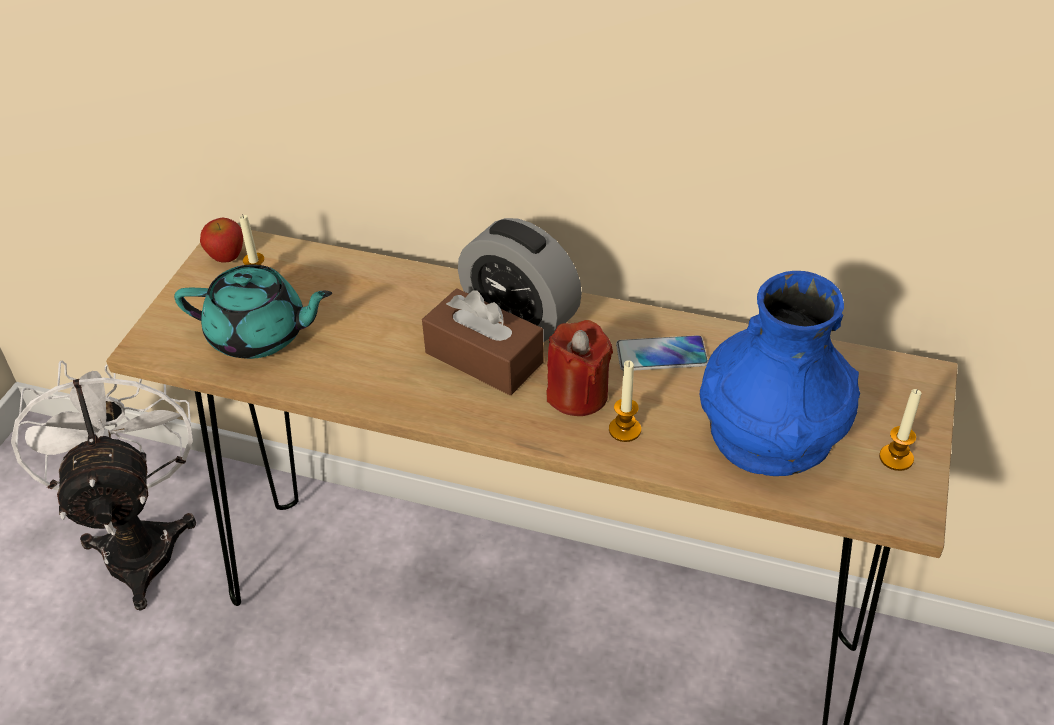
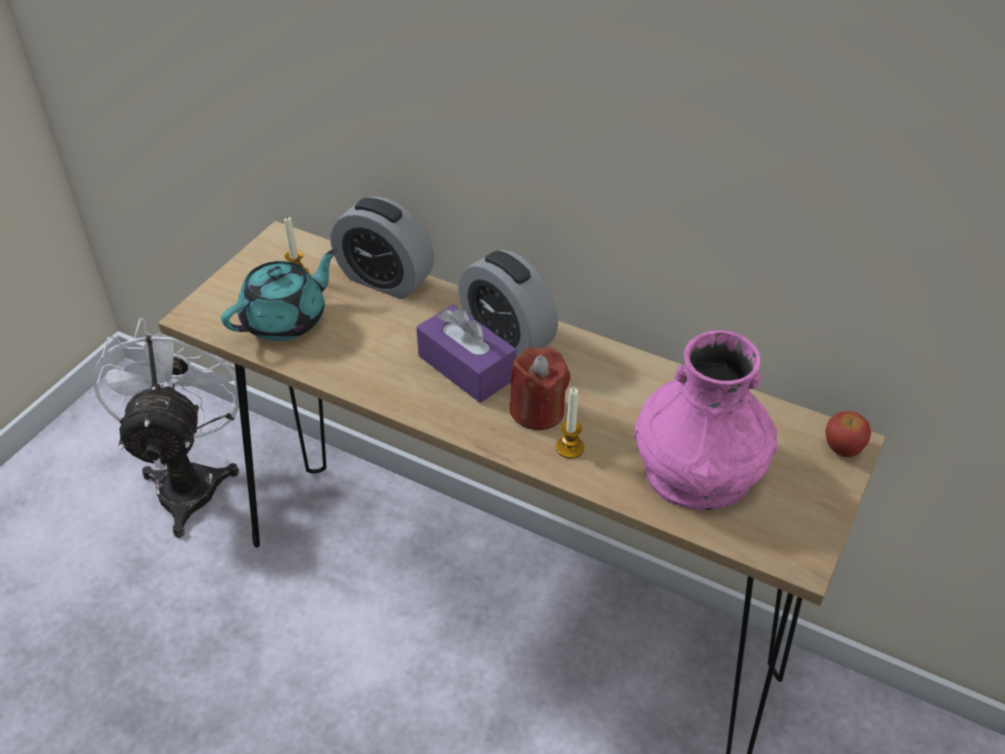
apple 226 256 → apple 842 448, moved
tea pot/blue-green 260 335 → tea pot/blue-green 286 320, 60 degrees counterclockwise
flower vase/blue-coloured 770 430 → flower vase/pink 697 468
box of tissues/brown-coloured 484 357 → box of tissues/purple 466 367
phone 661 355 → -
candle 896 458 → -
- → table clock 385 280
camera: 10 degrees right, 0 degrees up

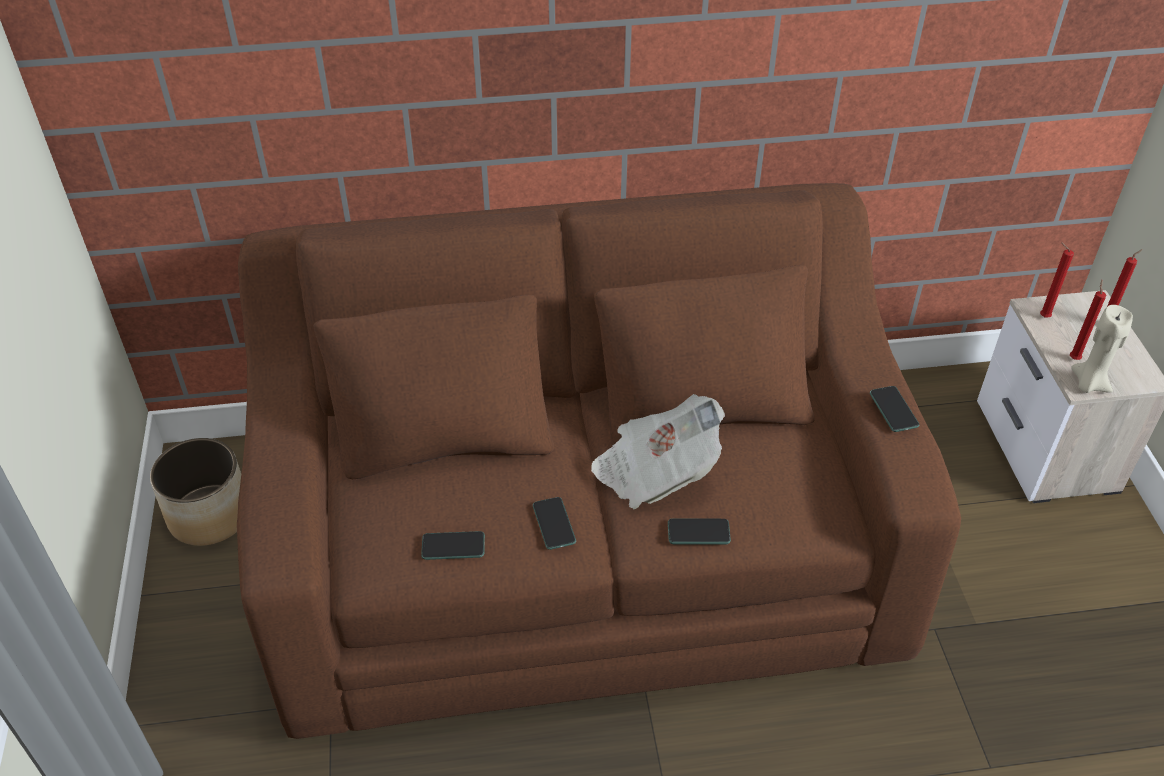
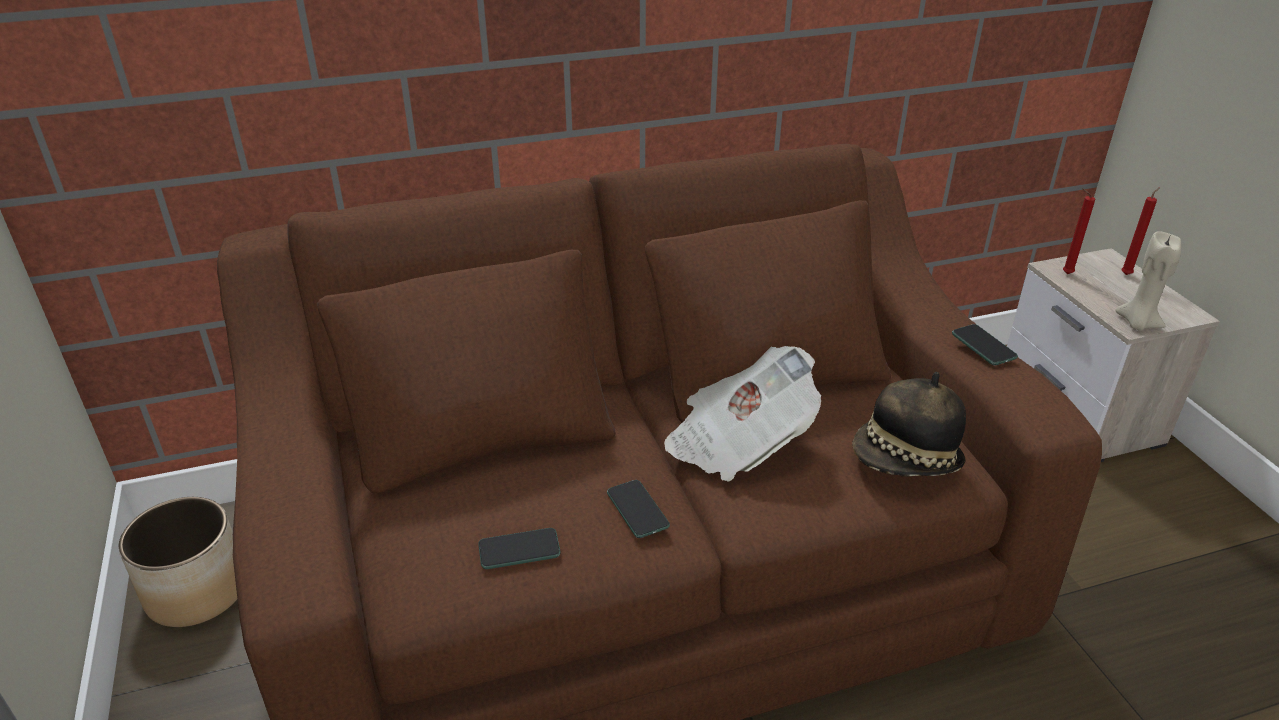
candle/red-coloured 1074 358 → -
phone 698 532 → -
- → clothing hat 906 461
camera: 10 degrees left, 10 degrees down

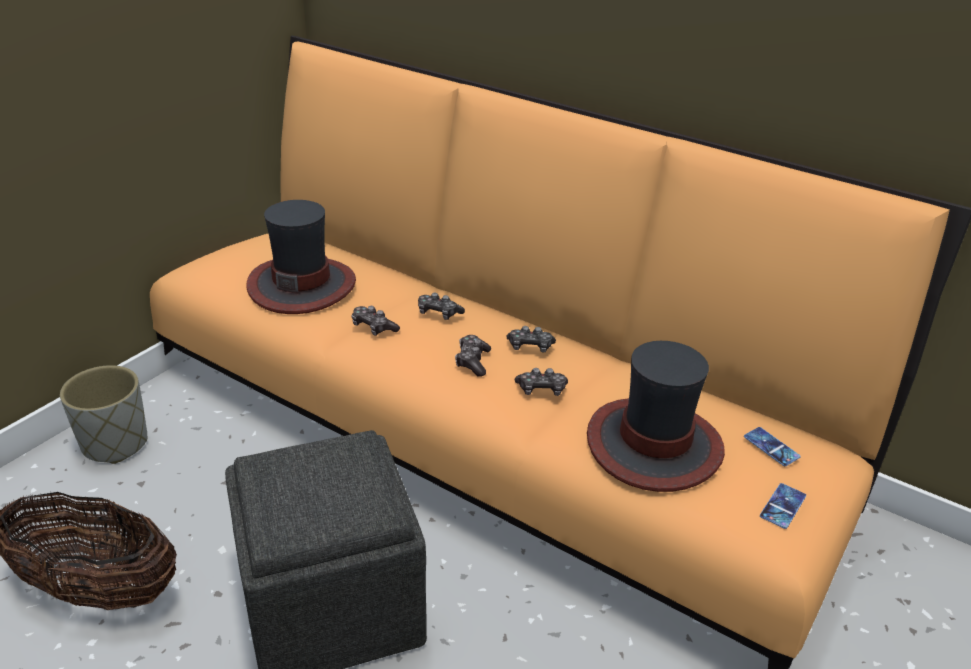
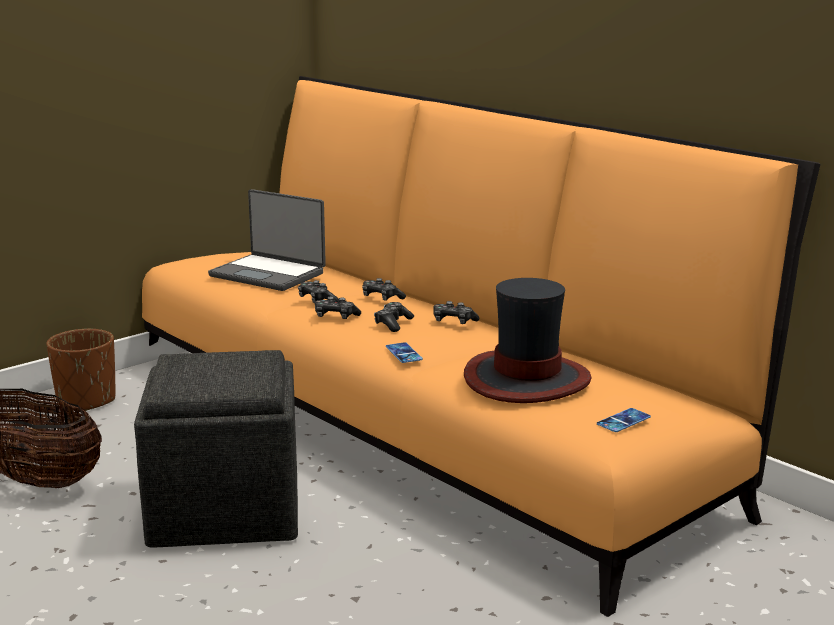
clothing hat 302 285 → portable computer 269 274
planter/gray 116 443 → planter/brown-coloured 87 400
joypad 541 389 → joypad 335 317, moved
phone 771 447 → phone 403 353, moved
camera: 15 degrees right, 15 degrees down

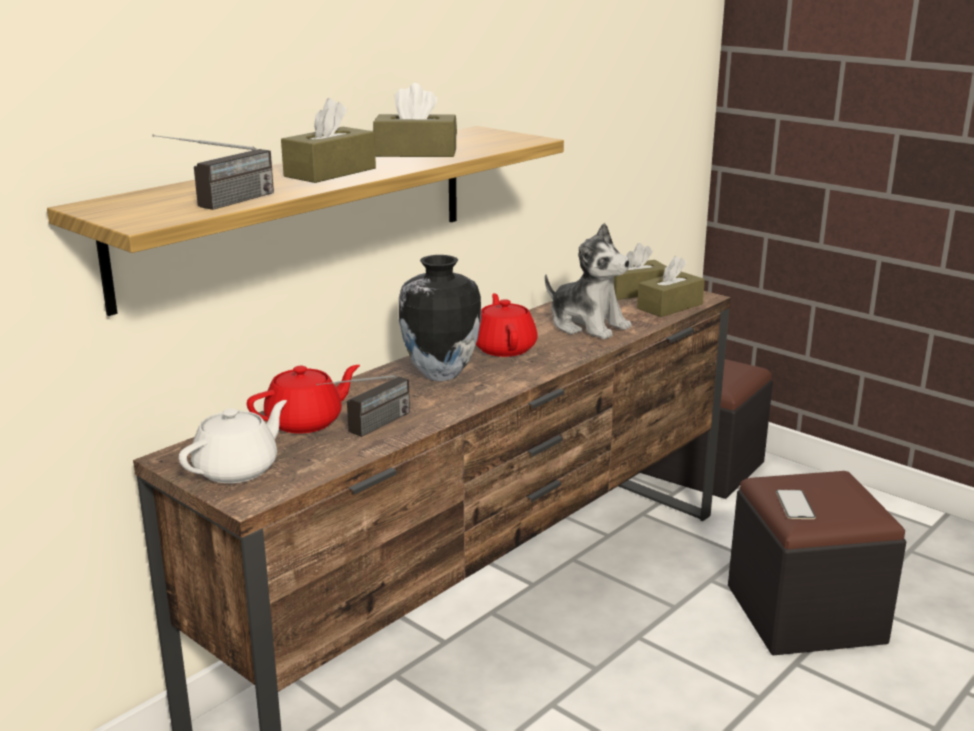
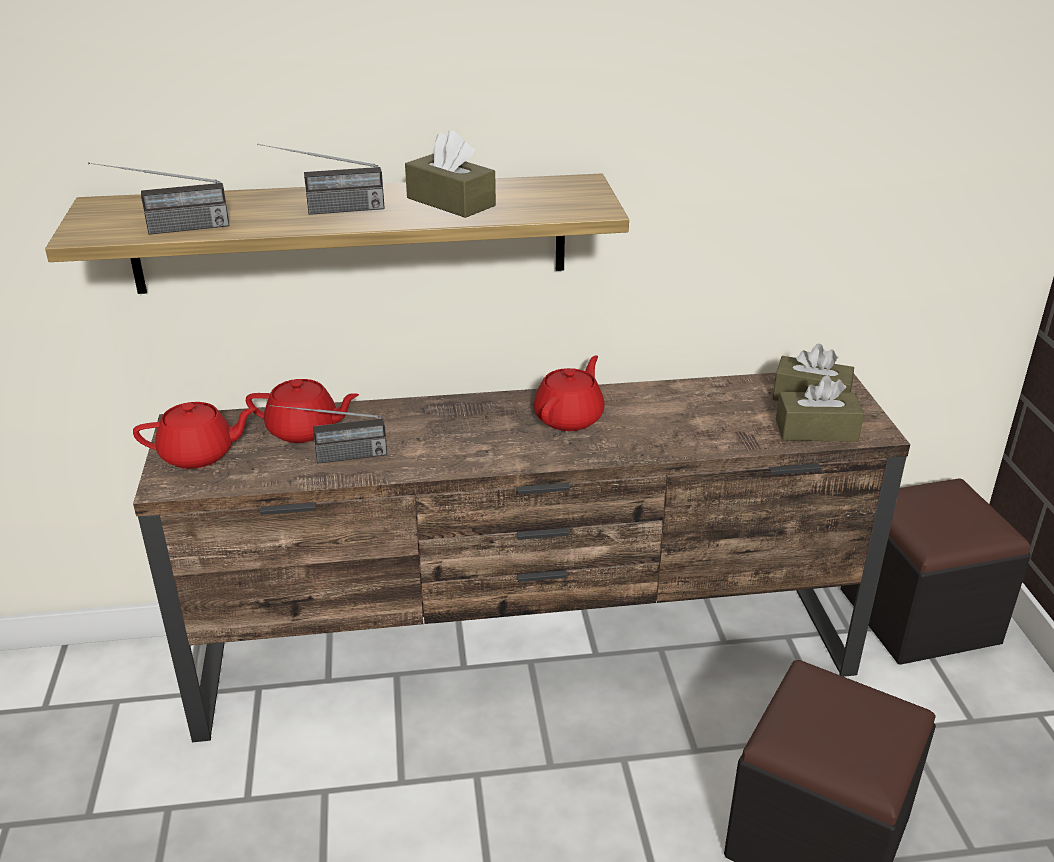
box of tissues/brown-coloured 330 172 → radio receiver 325 211
soft toy 588 325 → -
flower vase 439 374 → -
tea pot/white 238 469 → tea pot/red-coloured 199 454
phone 795 505 → -
camera: 40 degrees right, 10 degrees up

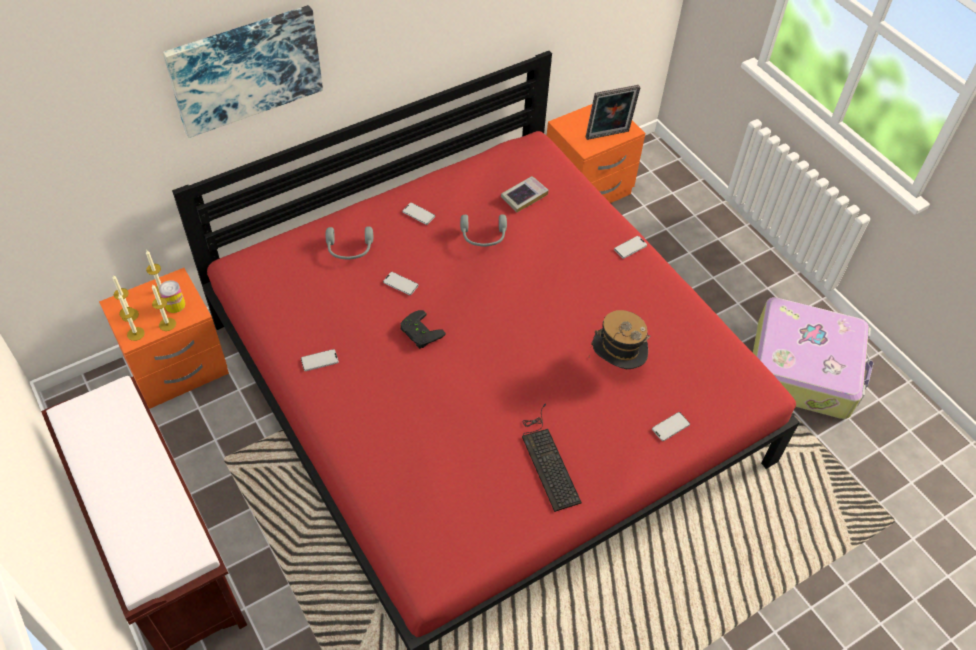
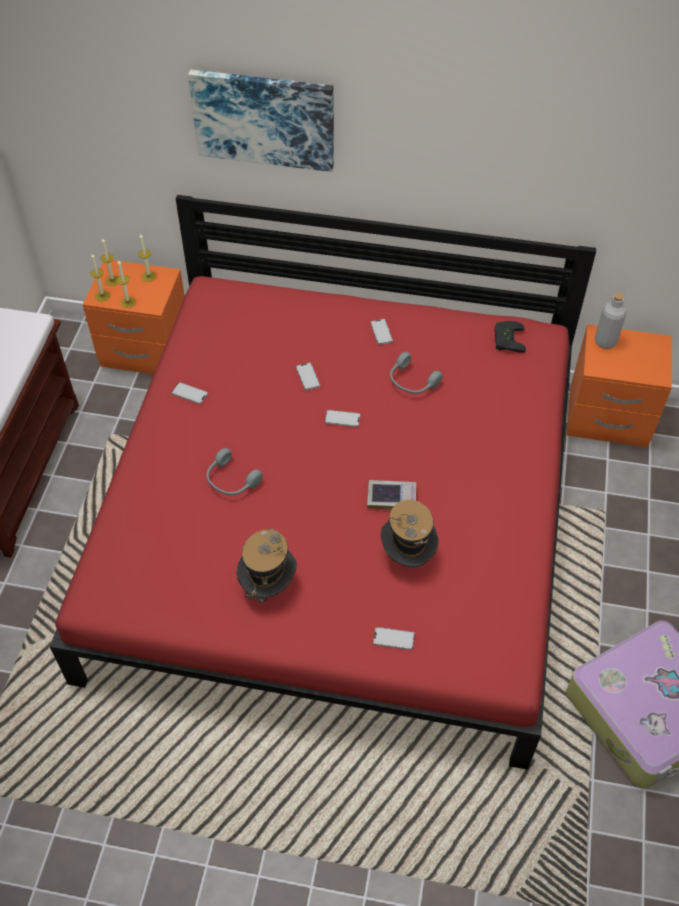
picture frame 608 136 → -
volume 524 196 → volume 391 497, moved
headphones/gray 349 249 → headphones/gray 231 481, moved
phone 630 247 → phone 342 419, moved
sealed can 175 305 → -
joypad/black 419 333 → joypad/black 506 339, moved
keyboard 548 459 → clothing hat 268 586
- → beverage bottle/gray 605 341
camera: 45 degrees right, 0 degrees up

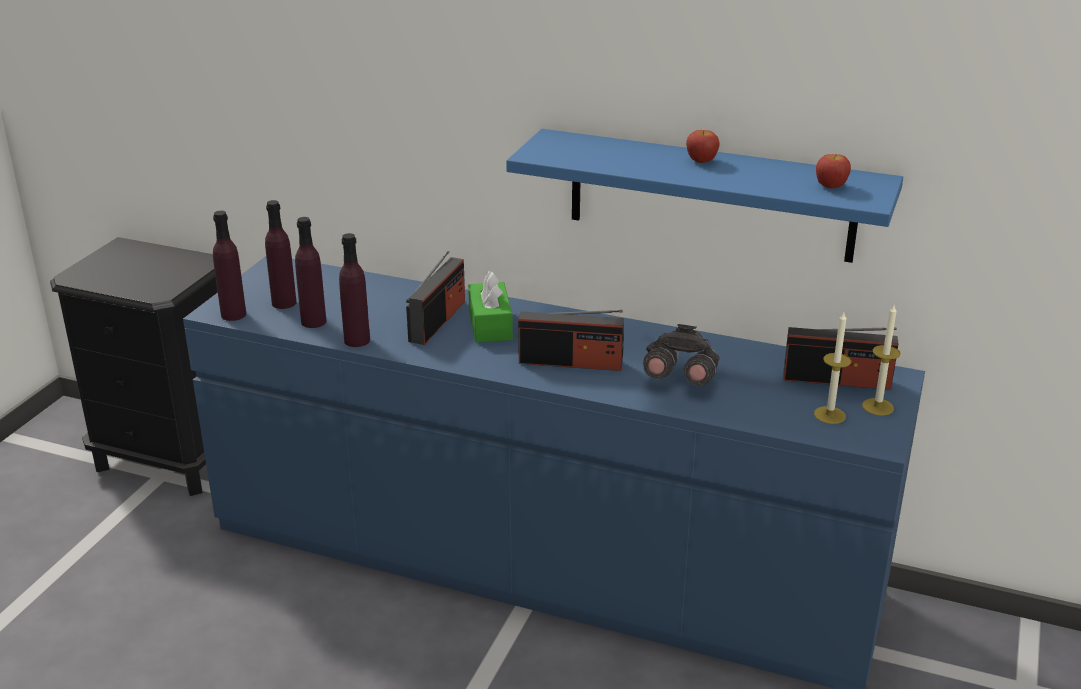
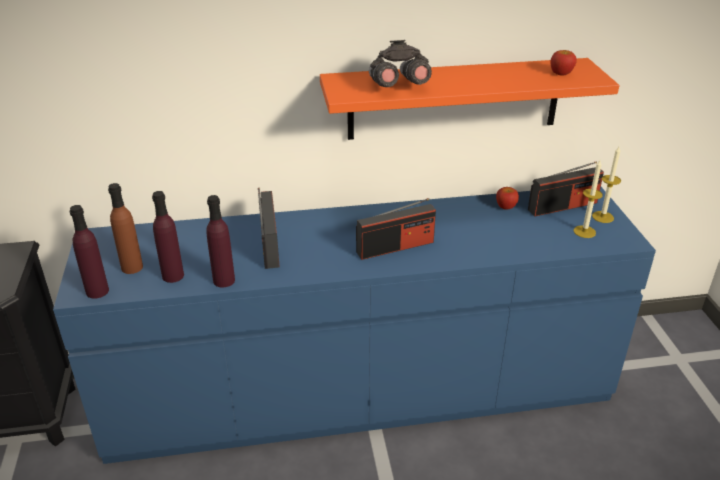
bracket shelf/blue-coloured 710 195 → bracket shelf/orangey 454 99
apple 701 161 → apple 505 207, moved
beverage bottle/purple 284 303 → beverage bottle/brown-coloured 132 267
box of tissues/greenish 490 325 → -
binoculars/gray 680 379 → binoculars/gray 397 86, moved
camera: 30 degrees left, 5 degrees up

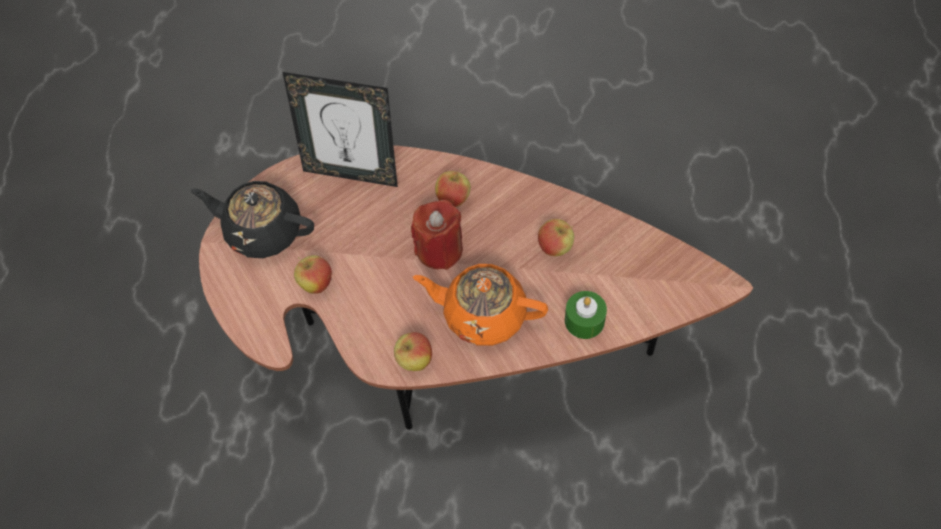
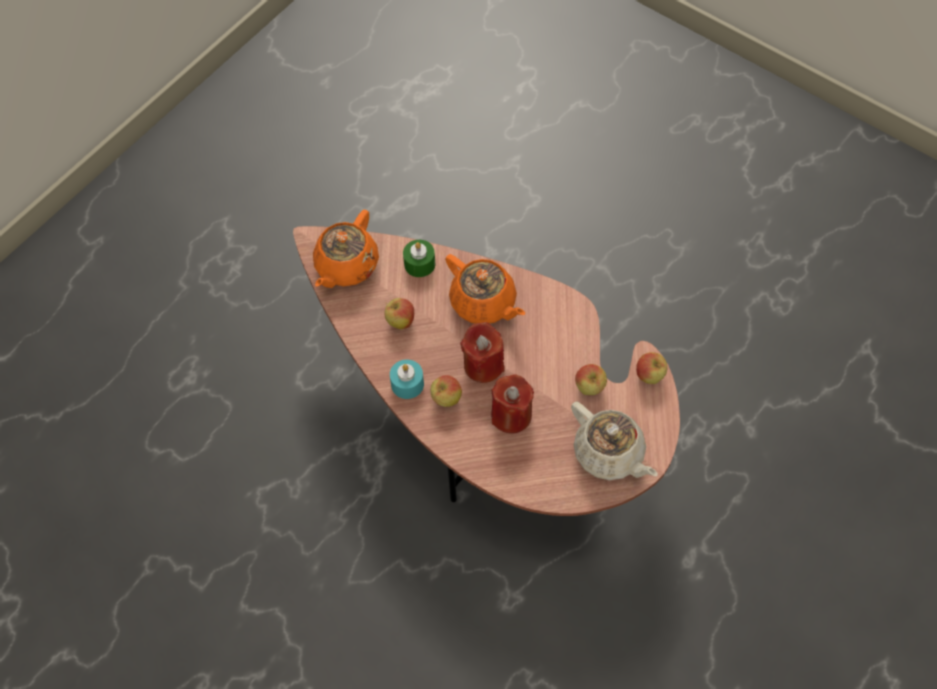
picture frame 352 172 → -
tea pot/black 262 231 → tea pot/beige-coloured 610 454
apple 414 361 → apple 650 376, moved
- → tea pot/orangey 346 266
- → candle/blue-green 407 384
- → candle/red-coloured 511 415
camera: 150 degrees left, 0 degrees up

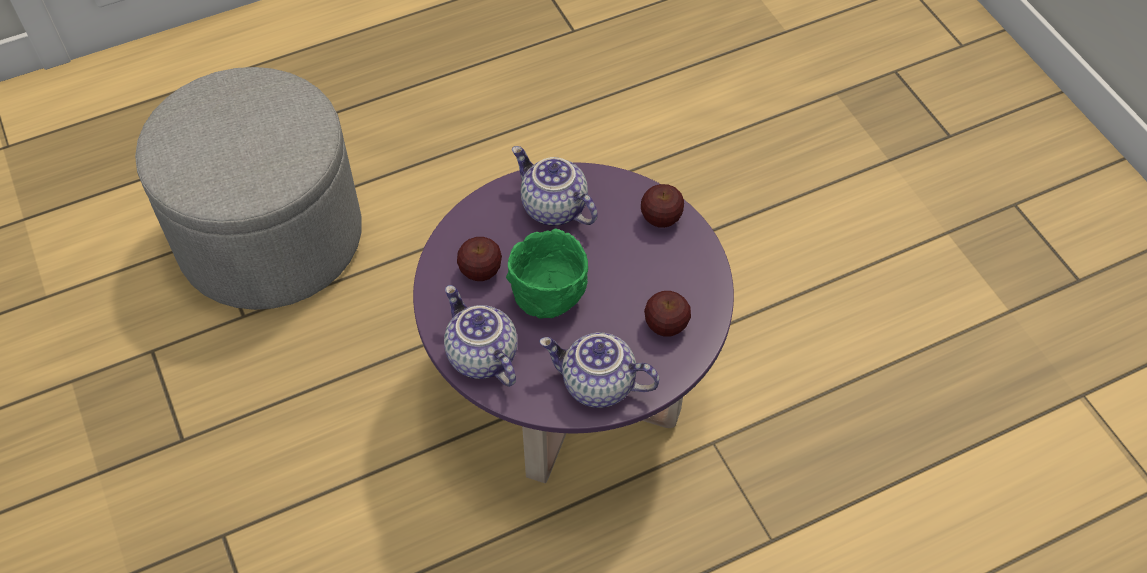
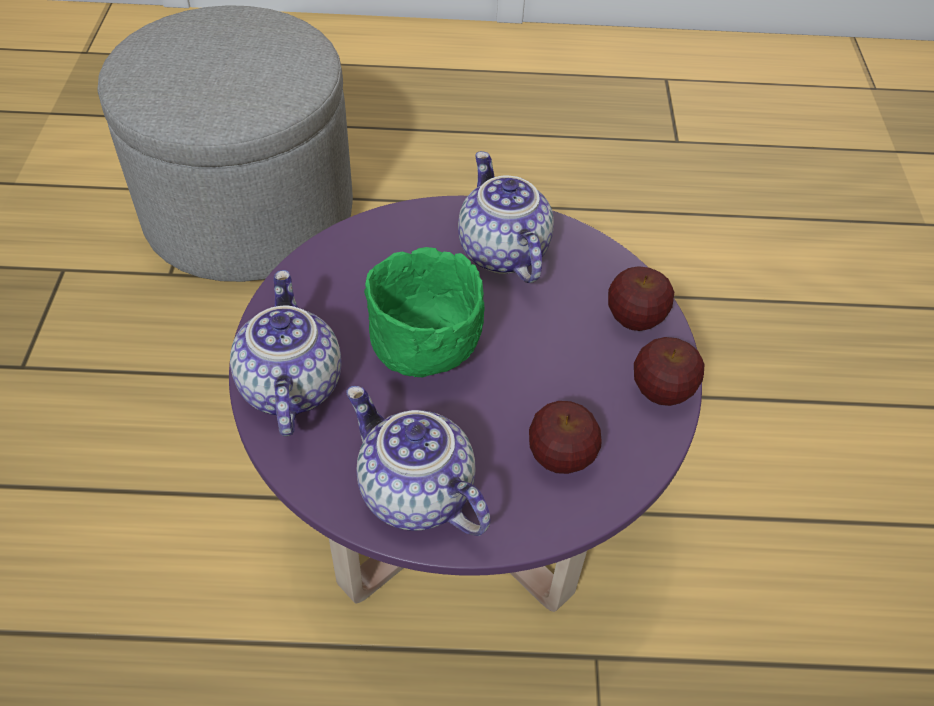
apple 480 271 → apple 661 391, moved
camera: 25 degrees right, 5 degrees down

